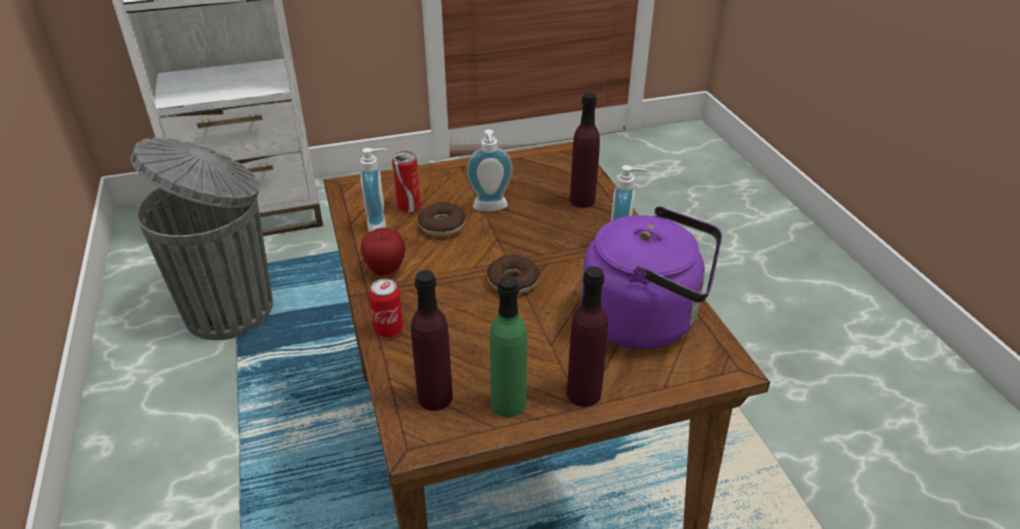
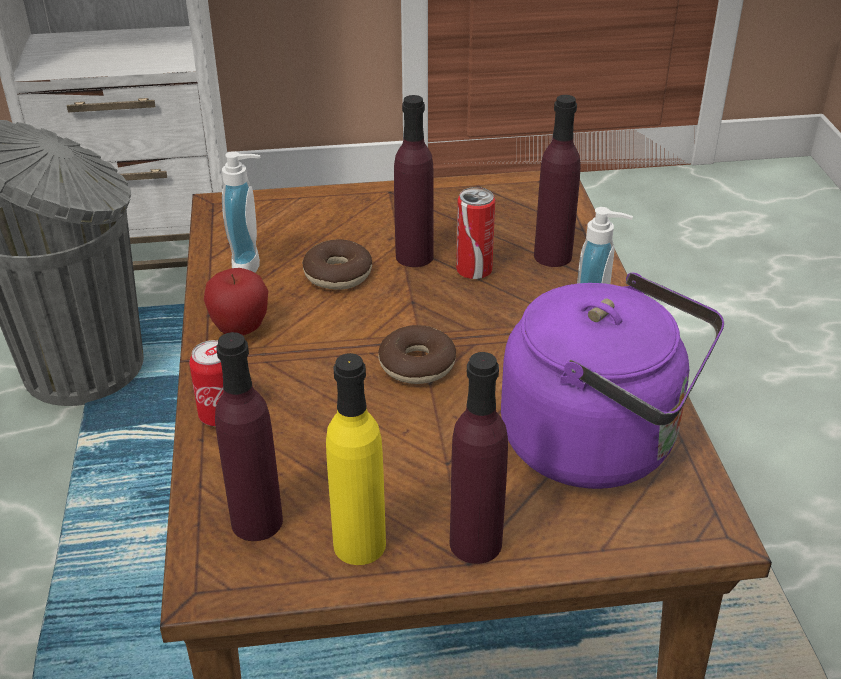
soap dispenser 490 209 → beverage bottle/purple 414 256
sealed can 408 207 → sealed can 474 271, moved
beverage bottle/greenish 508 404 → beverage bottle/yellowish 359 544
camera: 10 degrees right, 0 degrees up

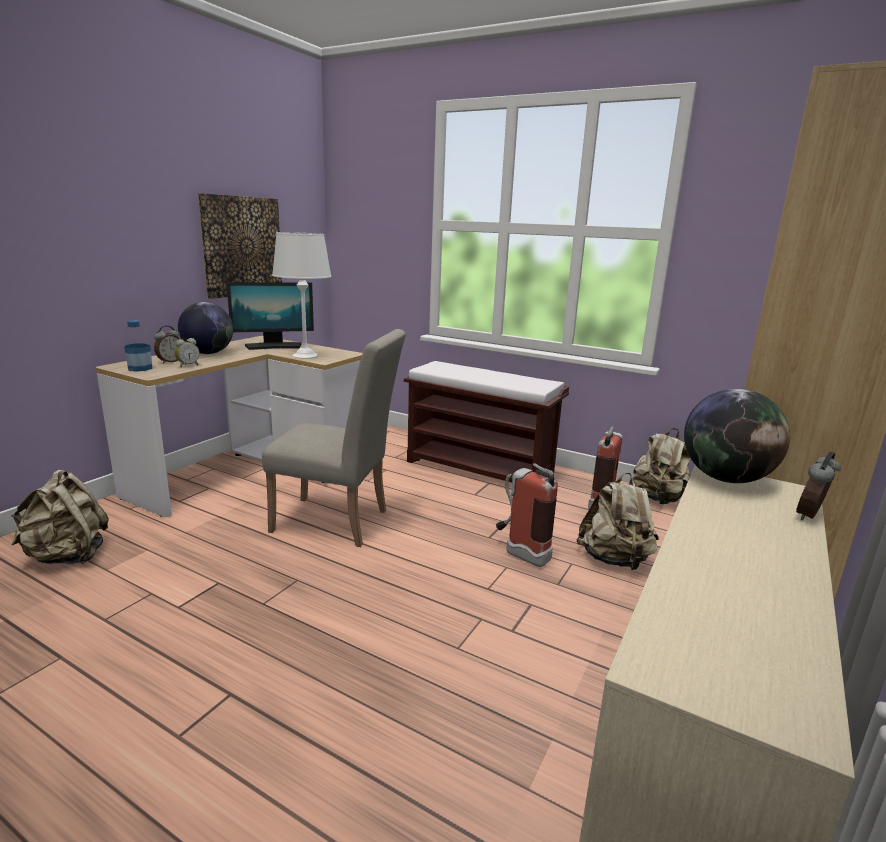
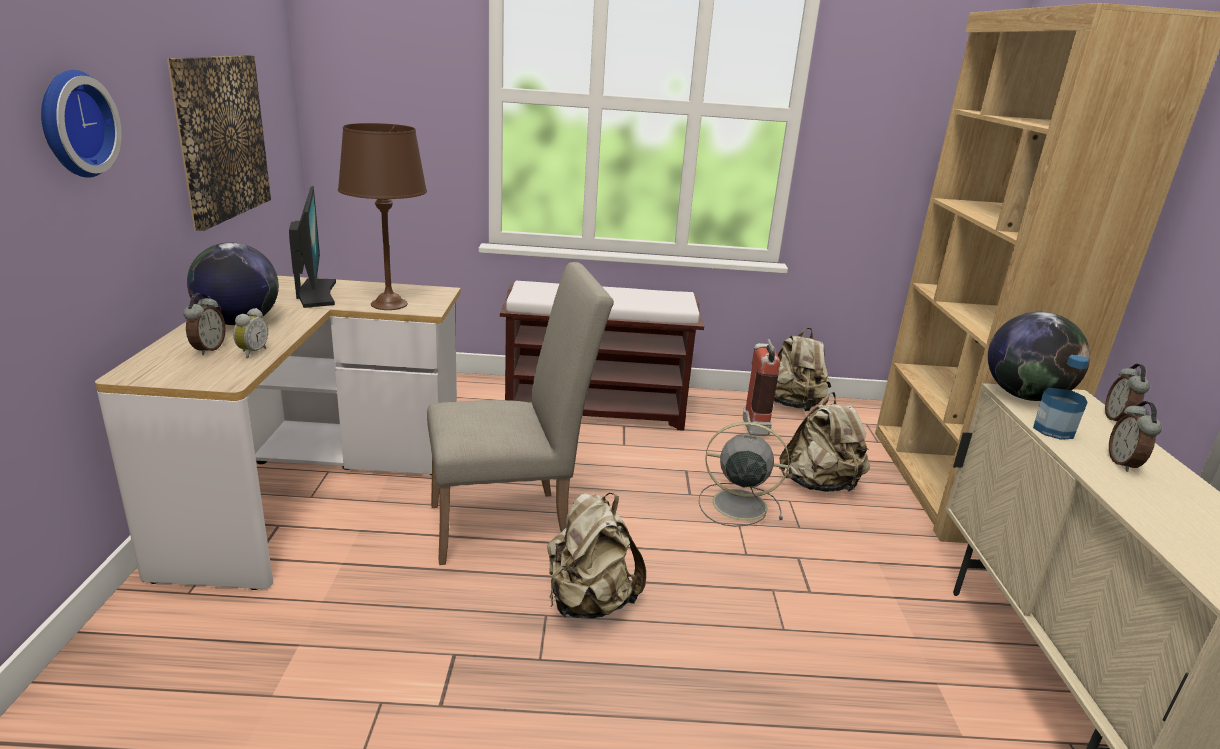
table lamp/white 305 355 → table lamp/brown-coloured 390 304
monitor 274 346 → monitor 315 293, 60 degrees counterclockwise
beverage bottle 140 368 → beverage bottle 1053 430, moved
extinguisher 520 554 → fan/gray 737 504
rucksack/beige-coloured 67 556 → rucksack/beige-coloured 589 602, moved
- → hanging clock 72 124
- → table clock 1124 464
camera: 30 degrees left, 5 degrees up

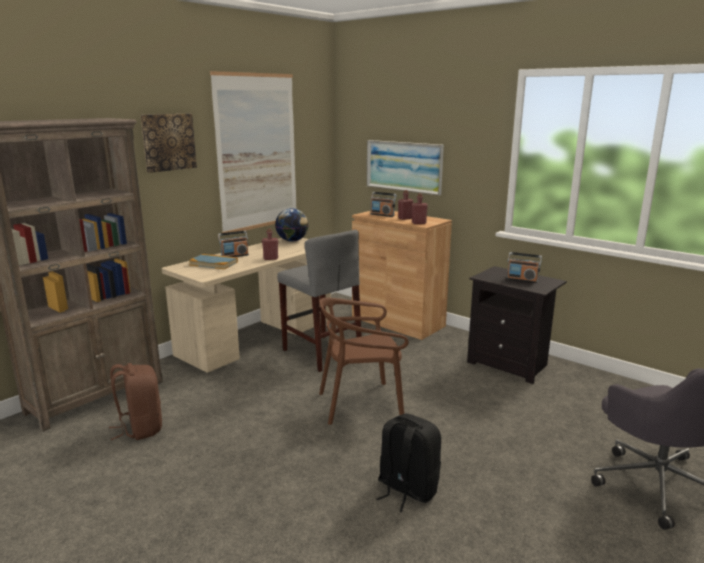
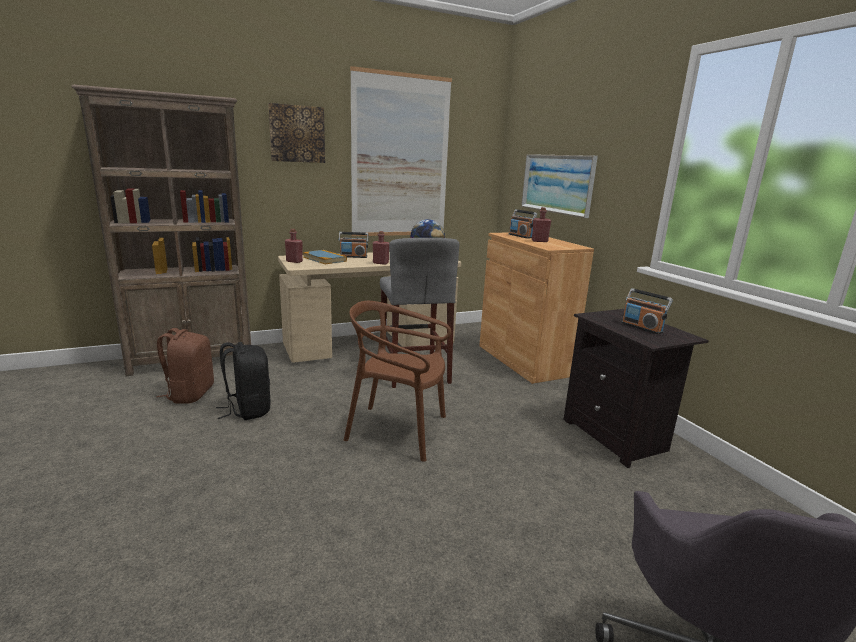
beverage bottle/red-coloured 419 223 → beverage bottle/red-coloured 294 261, moved
rucksack/black 406 489 → rucksack/black 247 409, moved
camera: 25 degrees right, 0 degrees up

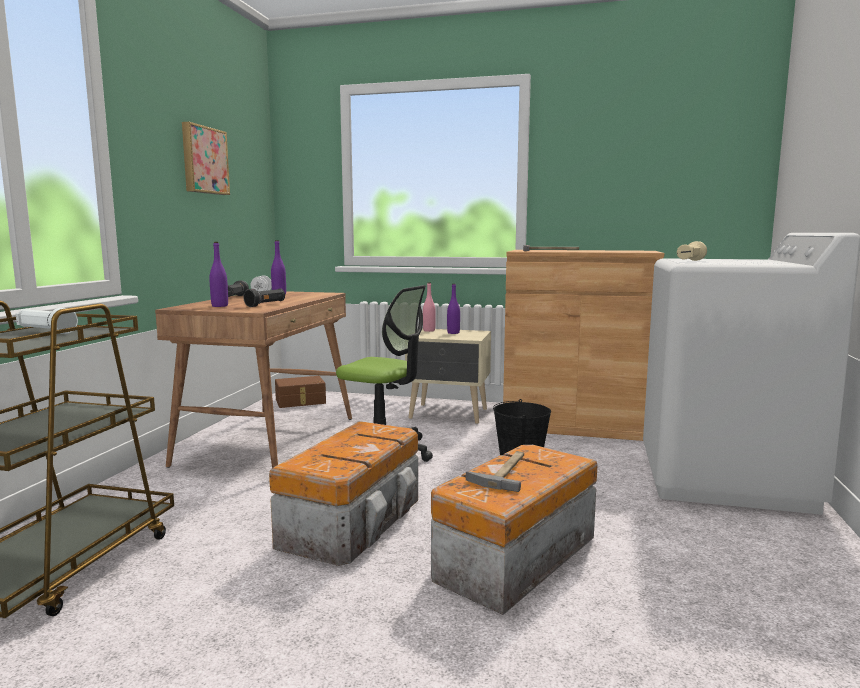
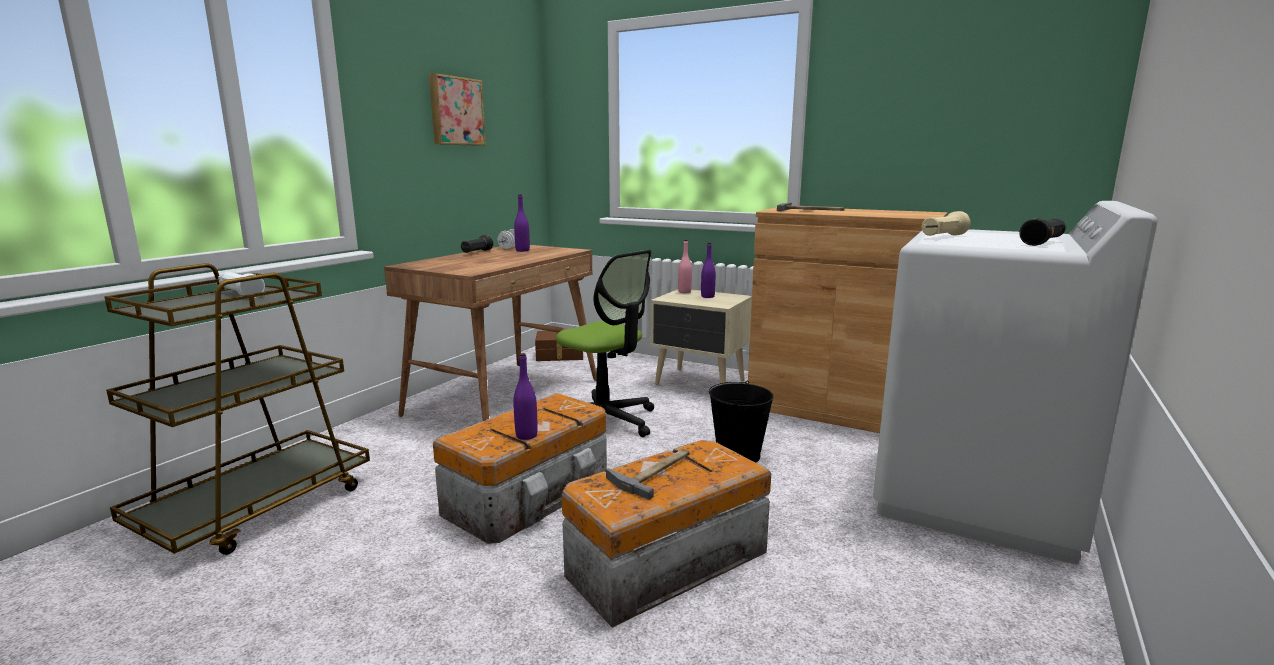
beverage bottle/purple 220 306 → beverage bottle/purple 526 435, moved
hand torch/black 266 305 → hand torch/black 1042 243, moved
camera: 15 degrees right, 5 degrees up

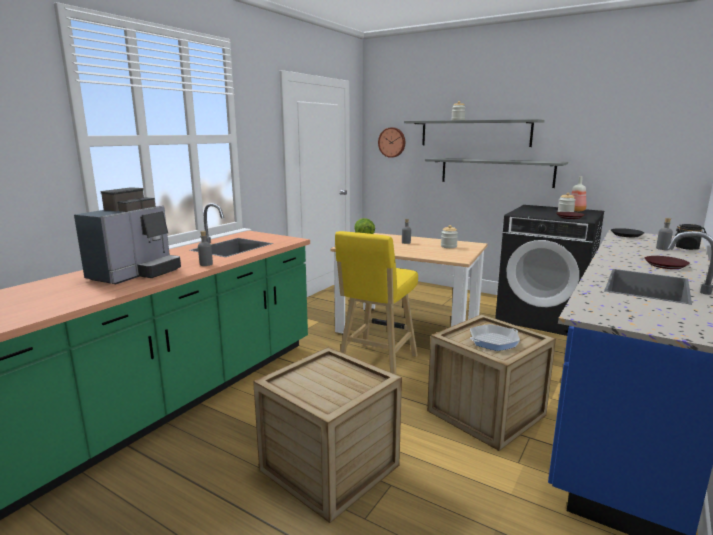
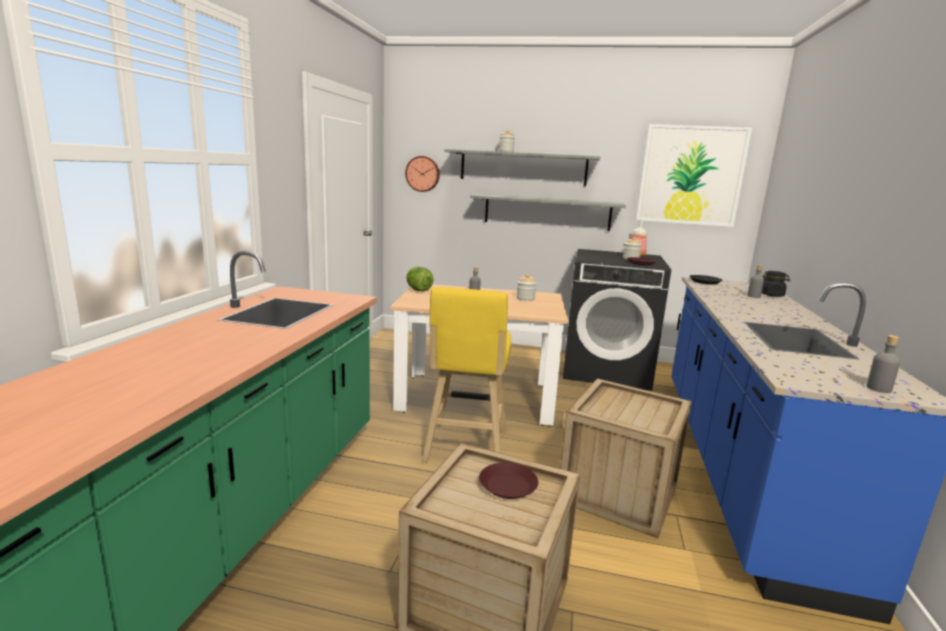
coffee machine 136 273 → -
beverage bottle/gray 206 264 → beverage bottle/gray 878 388, moved
flat dish/brown-coloured 665 265 → flat dish/brown-coloured 507 486, moved
skillet 493 341 → -
- → wall picture 690 175
camera: 20 degrees left, 0 degrees up

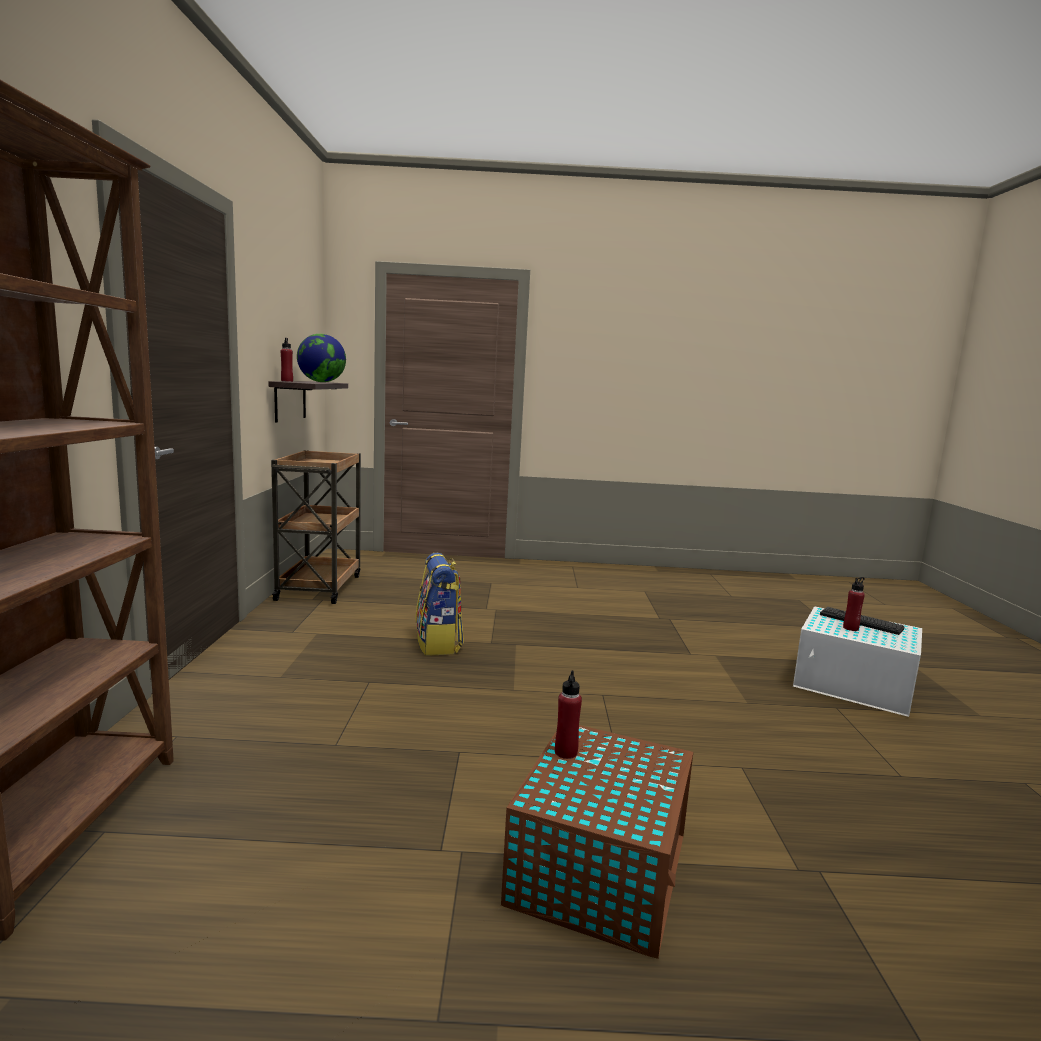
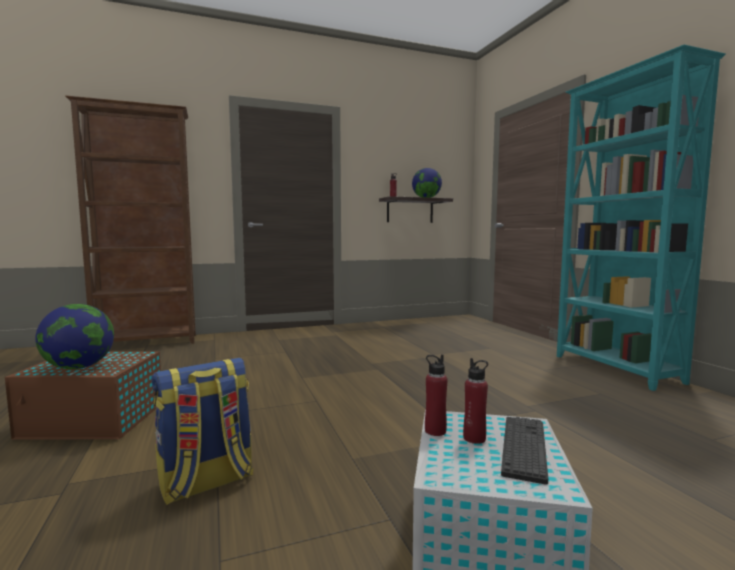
wheeled cart/brown-coloured 320 587 → -
rucksack 439 644 → rucksack 206 483, moved
beverage bottle/red-coloured 566 752 → beverage bottle/red-coloured 435 431, moved
- → bookshelf/blue-green 616 369
- → desk globe 79 367
camera: 70 degrees right, 5 degrees down

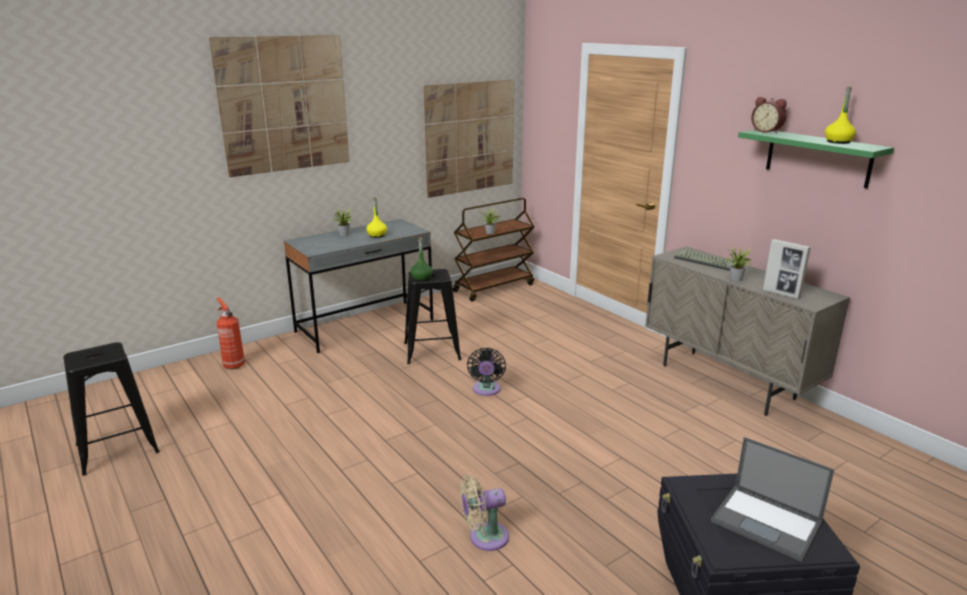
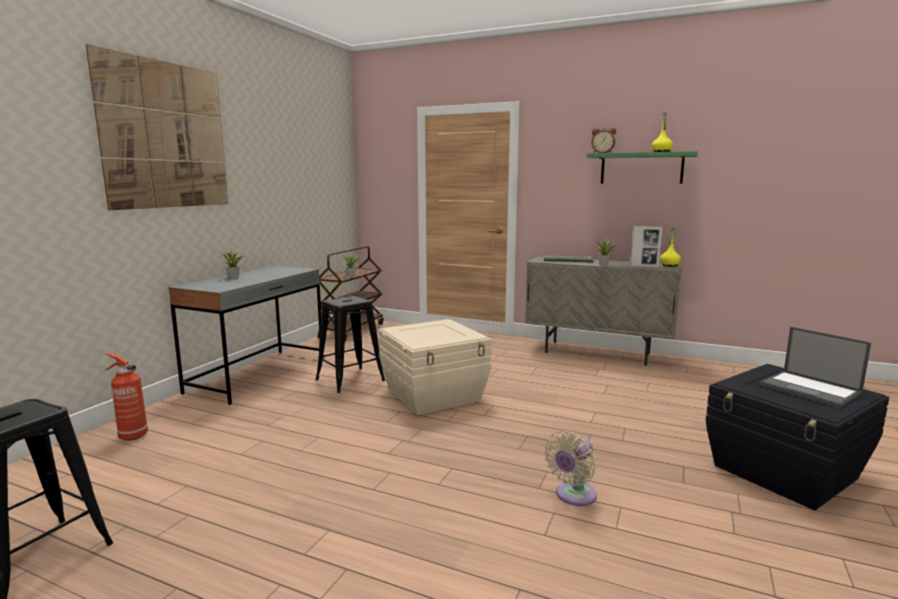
wall picture 470 137 → -
beverage bottle/yellowish 377 235 → beverage bottle/yellowish 669 265, moved
beverage bottle/greenish 422 278 → -
fan/black 486 390 → storage box/beige-coloured 434 395
portable computer 767 522 → portable computer 811 389, 45 degrees clockwise
camera: 30 degrees left, 10 degrees down

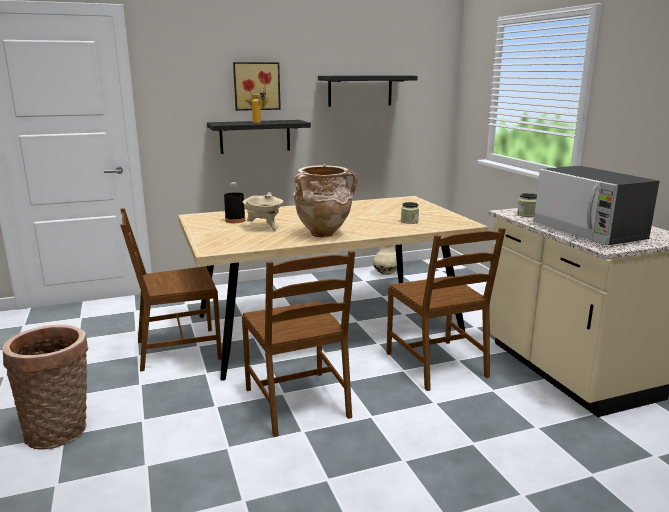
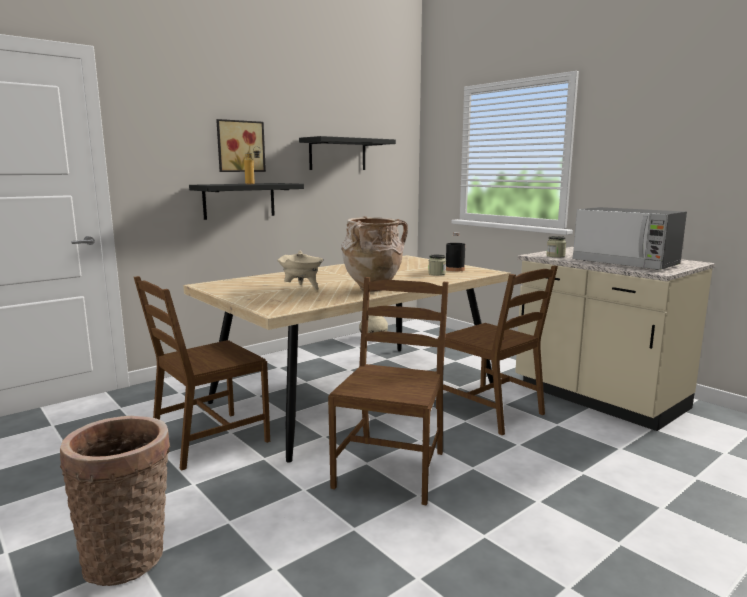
beverage bottle/black 235 220 → beverage bottle/black 455 269, moved
plain chair/brown-coloured 298 403 → plain chair/brown-coloured 391 469, 120 degrees counterclockwise
camera: 20 degrees left, 5 degrees down

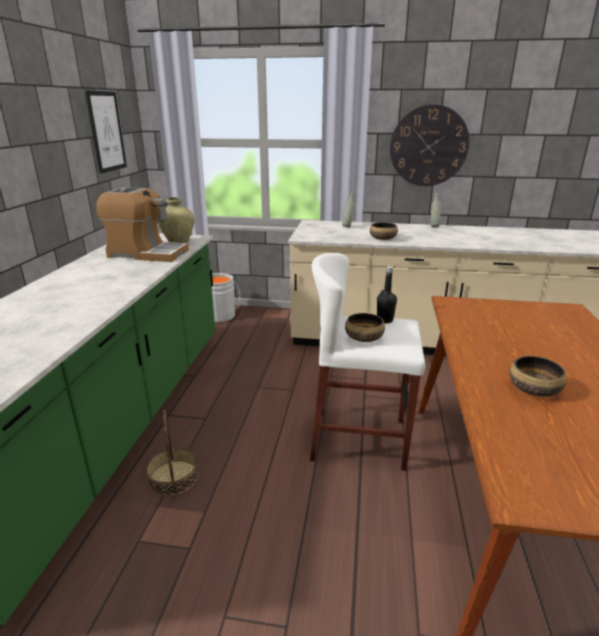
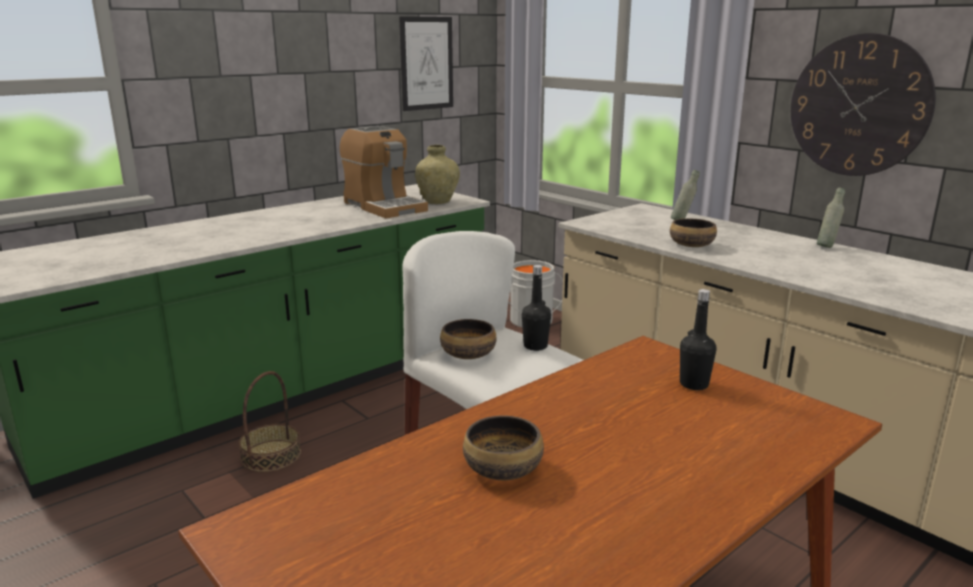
- → beverage bottle/black 694 384
camera: 40 degrees right, 5 degrees down

